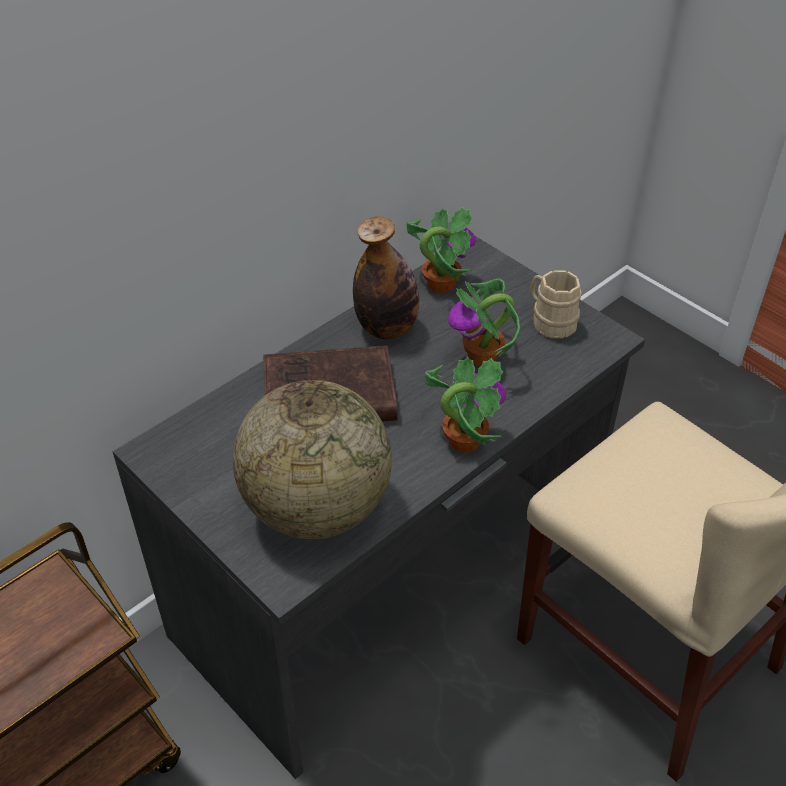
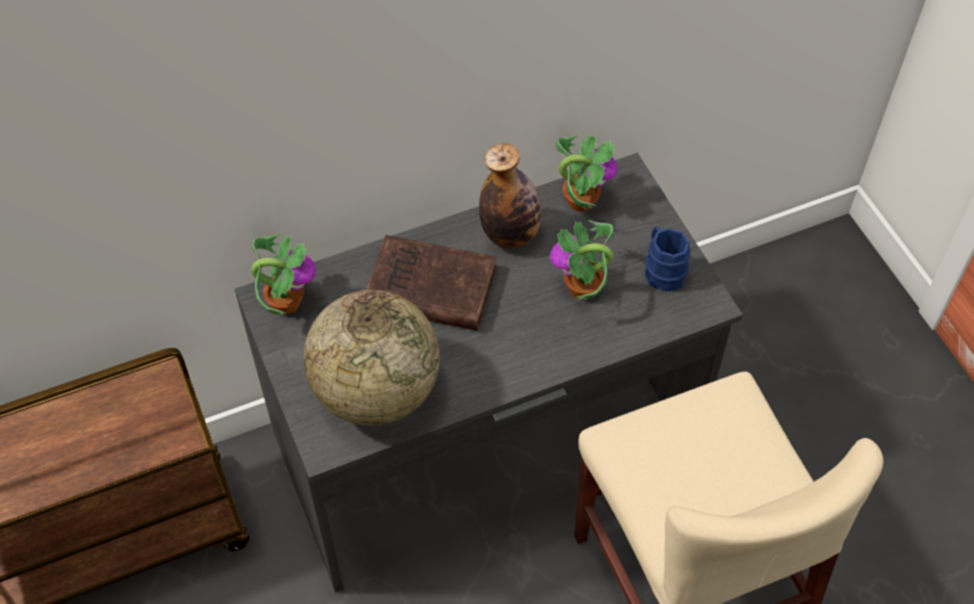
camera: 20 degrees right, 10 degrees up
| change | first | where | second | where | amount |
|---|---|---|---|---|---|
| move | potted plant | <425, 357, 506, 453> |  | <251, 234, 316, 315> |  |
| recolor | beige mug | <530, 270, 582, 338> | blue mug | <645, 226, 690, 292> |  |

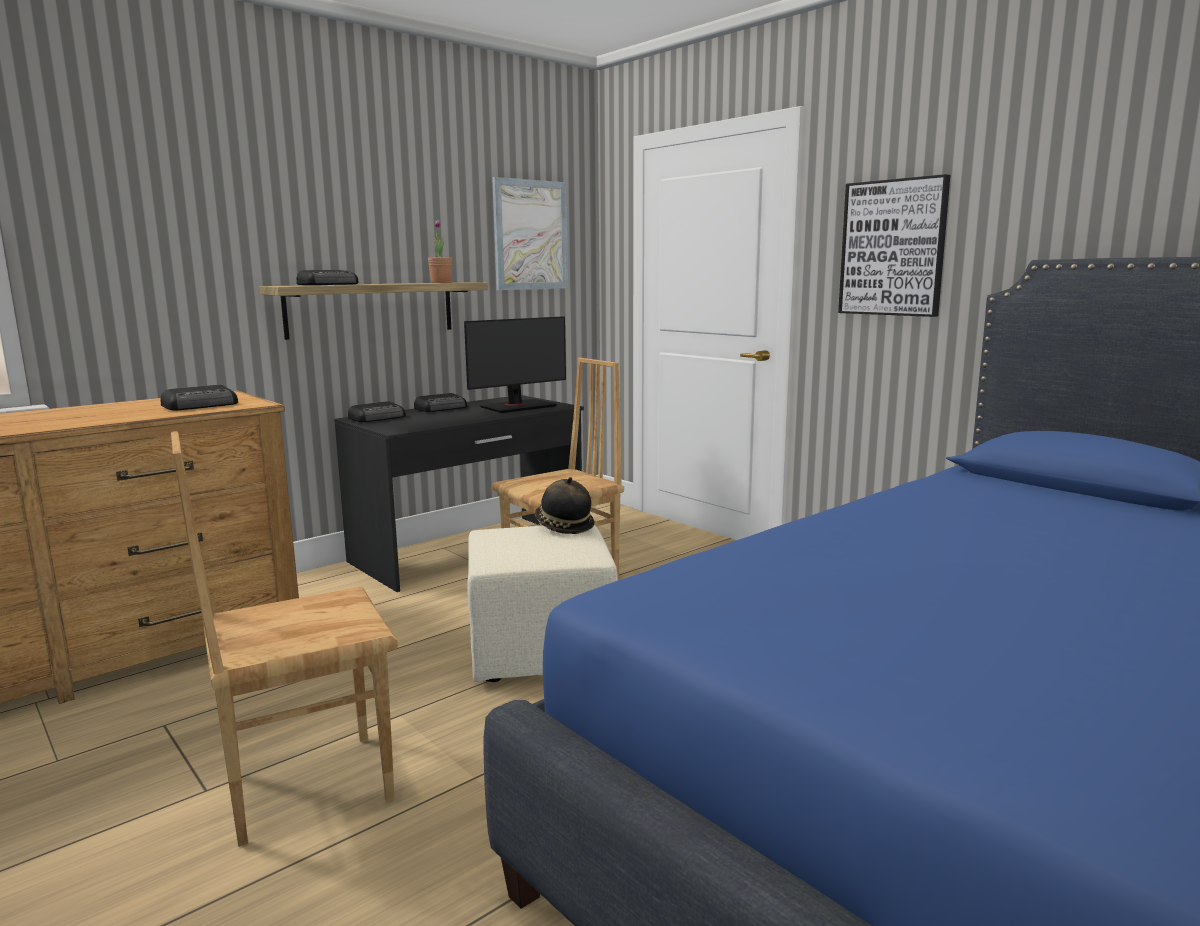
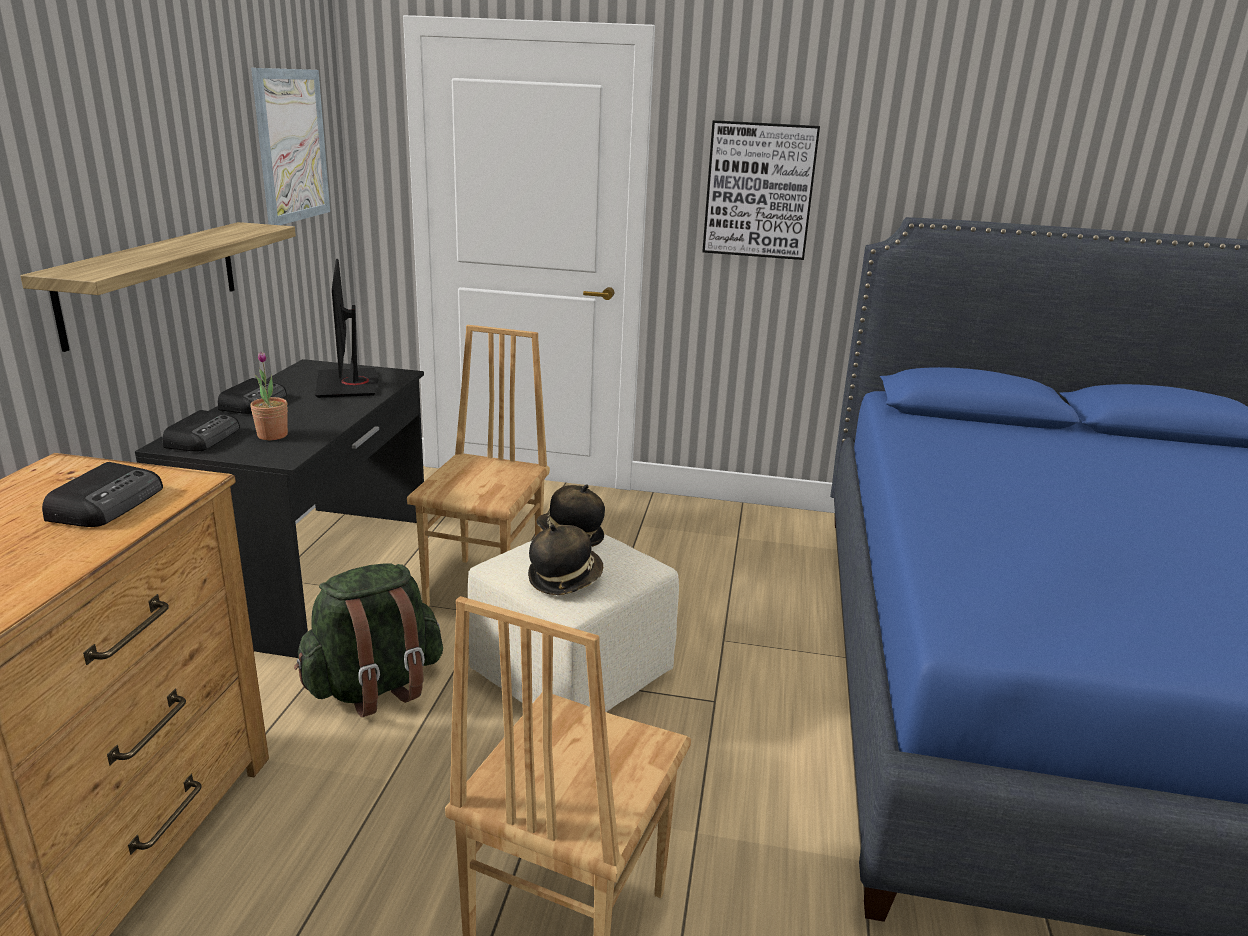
camera: 40 degrees left, 10 degrees up
| change | first | where | second | where | amount |
|---|---|---|---|---|---|
| move | potted plant | <428, 220, 452, 283> |  | <250, 351, 288, 440> |  |
| insert |  |  | green backpack | <294, 563, 443, 717> |  |
| rotate | monitor | <464, 316, 566, 413> |  | <315, 259, 379, 398> | 150 degrees clockwise |
| insert |  |  | hat | <528, 524, 603, 595> |  |
| delete | radio | <296, 270, 359, 285> |  |  |  |

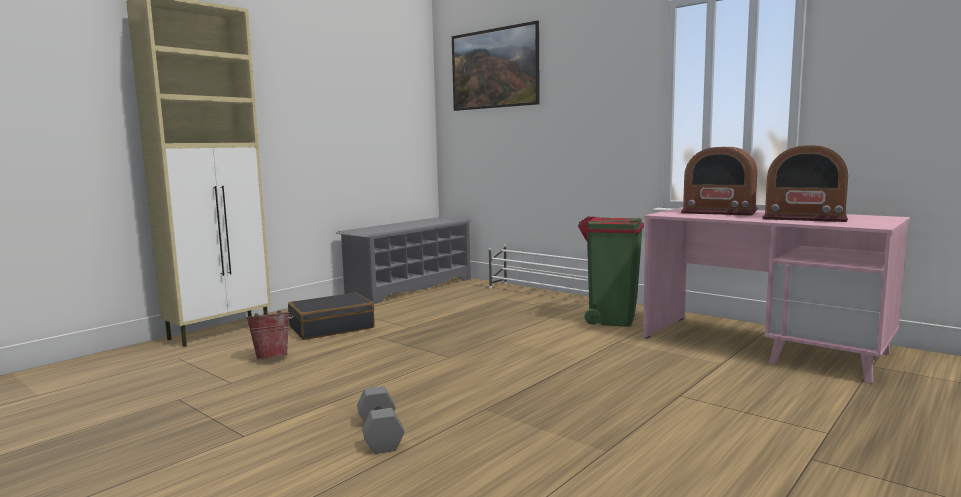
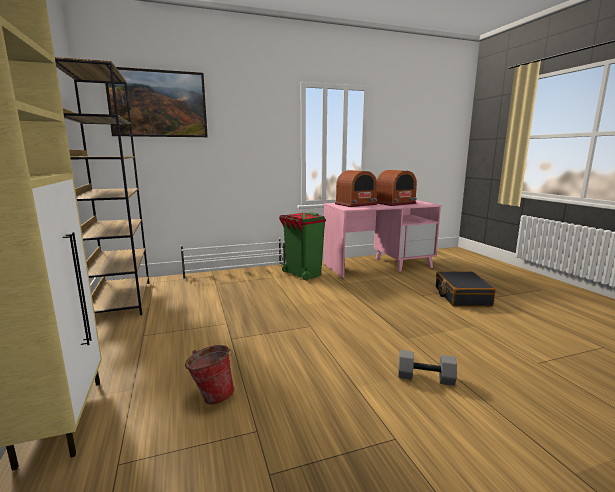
camera: 60 degrees left, 5 degrees up
| change | first | where | second | where | amount |
|---|---|---|---|---|---|
| replace | grey shoe rack | <336, 217, 471, 304> | brown bookcase | <55, 57, 149, 315> |  |
| move | black suitcase | <288, 292, 375, 340> |  | <436, 271, 496, 307> |  |

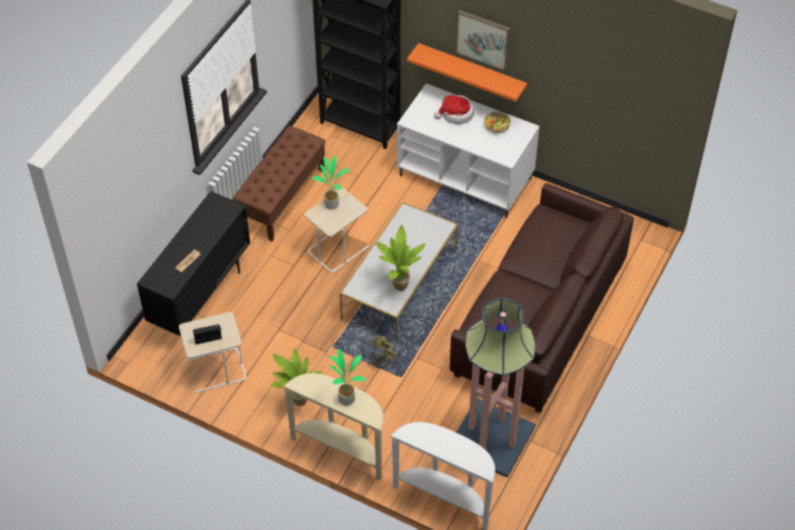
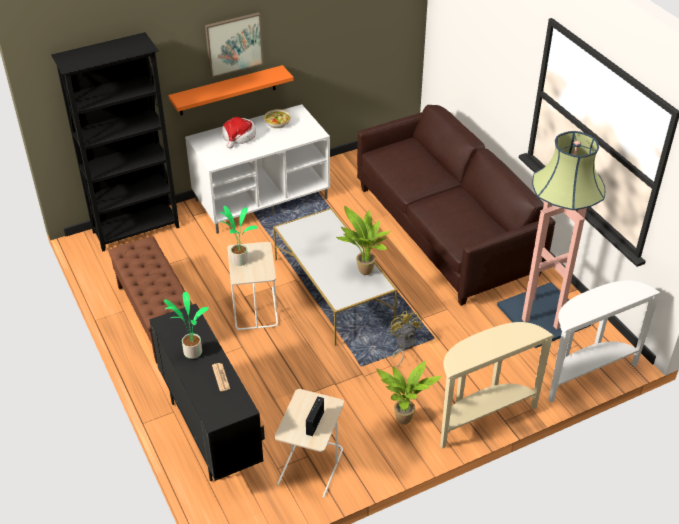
camera: 55 degrees left, 10 degrees down
| change | first | where | second | where | amount |
|---|---|---|---|---|---|
| move | potted plant | <329, 349, 366, 406> |  | <164, 292, 209, 359> |  |

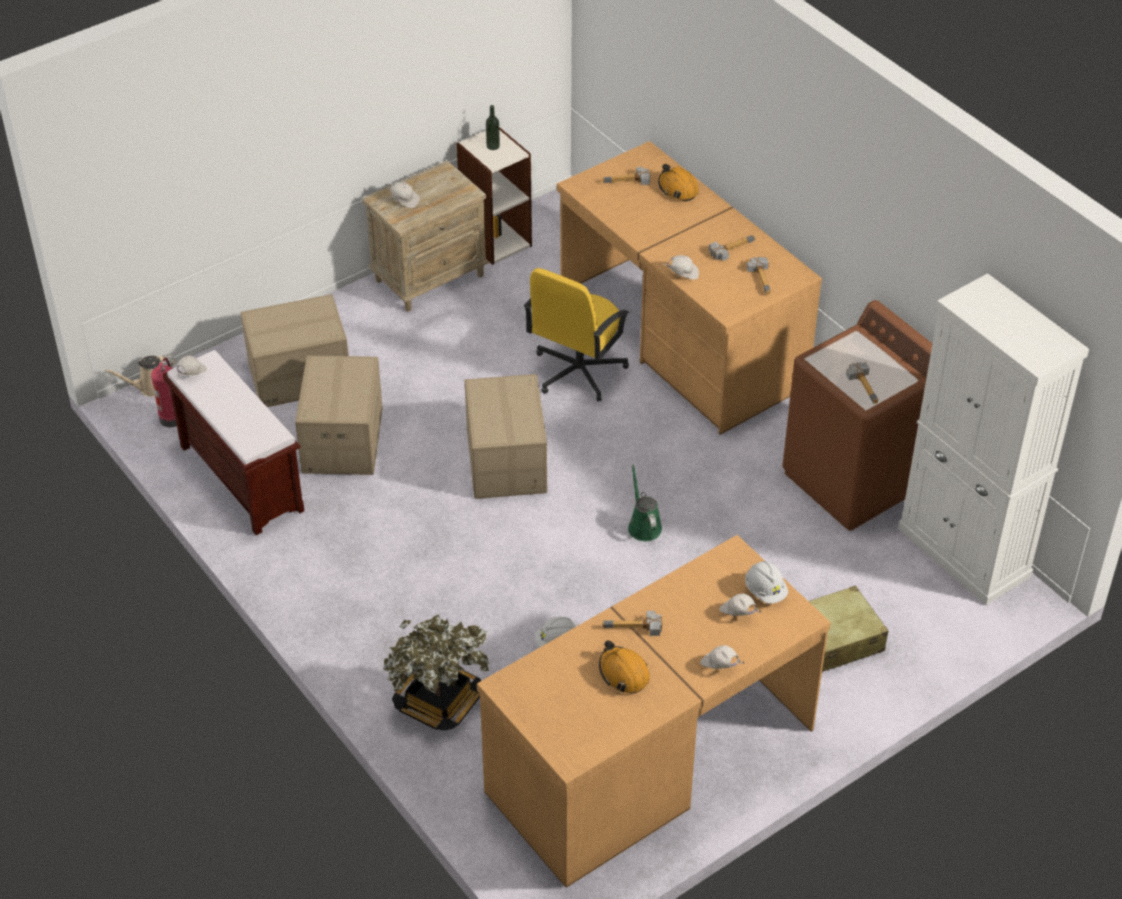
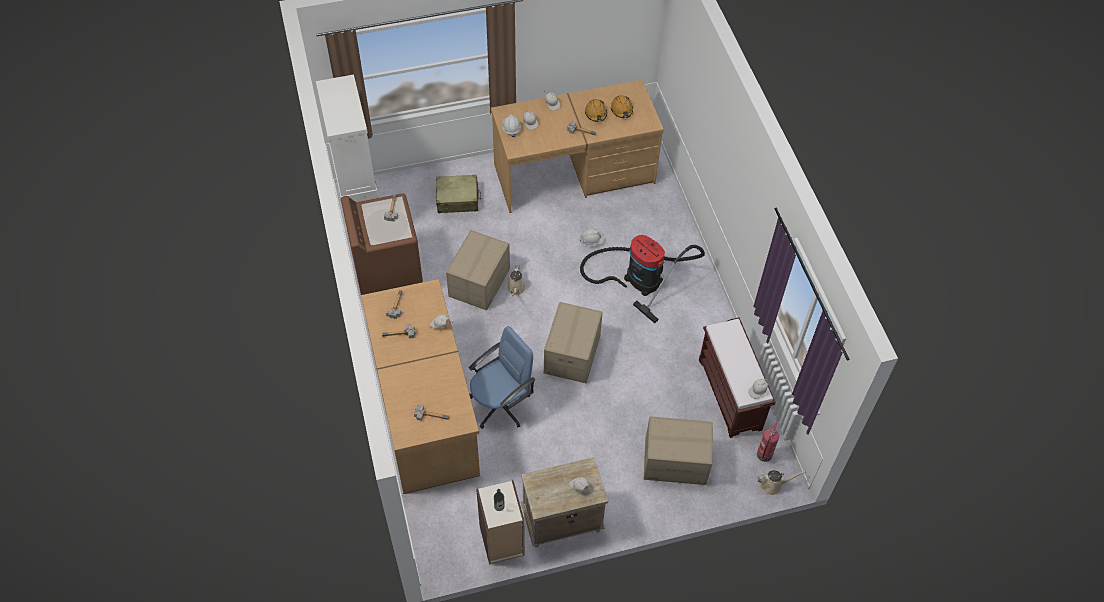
camera: 160 degrees left, 10 degrees up
| change | first | where | second | where | amount |
|---|---|---|---|---|---|
| move | cardboard box | <295, 355, 382, 475> |  | <446, 230, 510, 310> |  |
| recolor | yellow office chair | <524, 268, 630, 401> | blue office chair | <469, 326, 535, 429> |  |
| recolor | green watering can | <628, 465, 662, 541> | beige watering can | <507, 265, 526, 296> |  |
| insert |  |  | vacuum cleaner | <580, 235, 705, 323> |  |
| move | orange hard hat | <658, 164, 699, 202> |  | <611, 95, 633, 118> |  |
| delete | potted plant | <383, 614, 489, 731> |  |  |  |

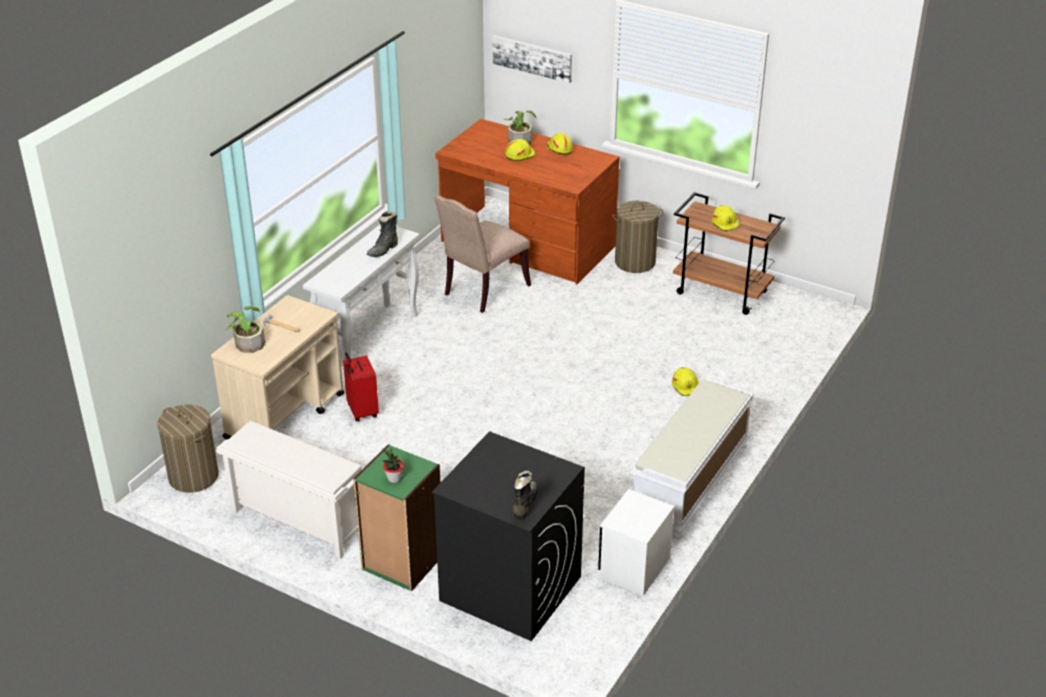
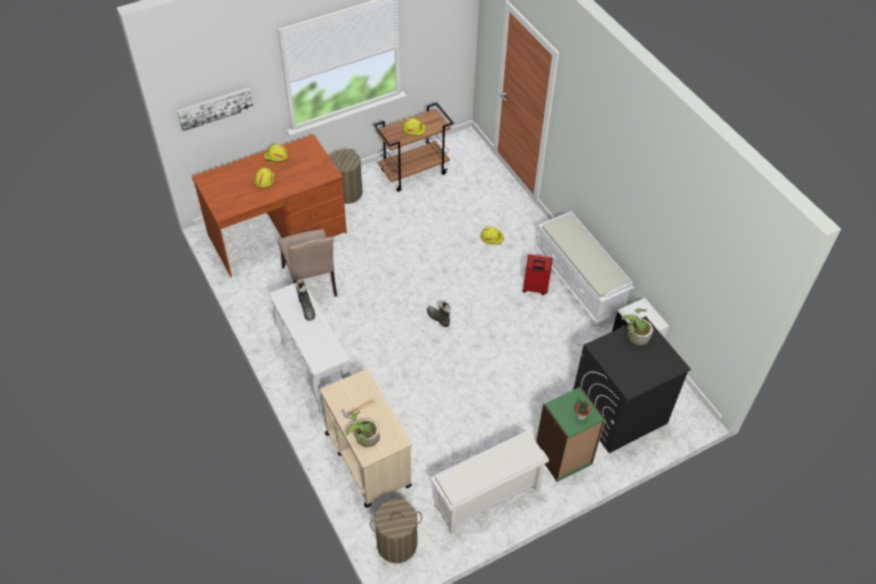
camera: 60 degrees left, 15 degrees up
| change | first | where | second | where | amount |
|---|---|---|---|---|---|
| move | black boot | <513, 471, 538, 520> |  | <427, 301, 451, 327> |  |
| move | red suitcase | <343, 352, 379, 421> |  | <522, 254, 553, 295> |  |
| move | potted plant | <503, 110, 536, 145> |  | <622, 308, 653, 345> |  |

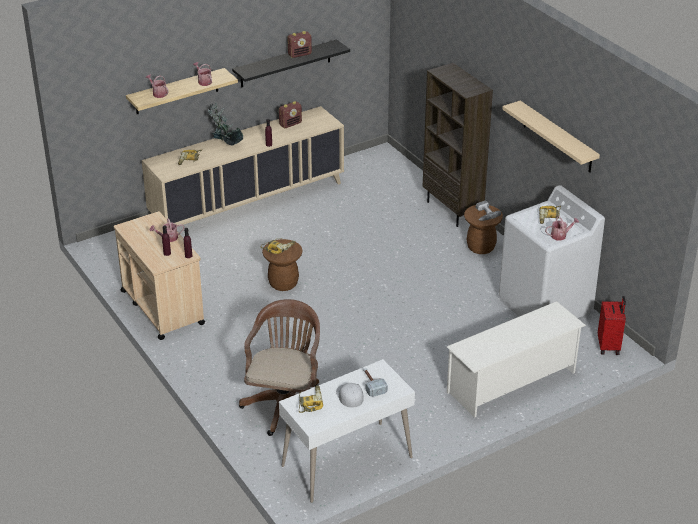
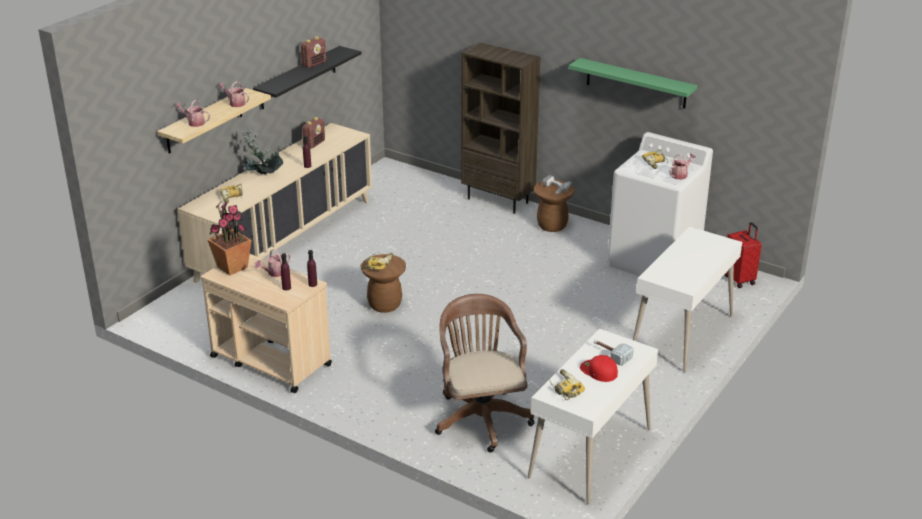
camera: 25 degrees left, 5 degrees down
| change | first | where | second | where | amount |
|---|---|---|---|---|---|
| insert |  |  | potted plant | <207, 201, 252, 275> |  |
| recolor | beige shelf | <502, 100, 600, 173> | green shelf | <569, 58, 697, 109> |  |
| recolor | white cap | <336, 383, 364, 408> | red cap | <580, 355, 618, 382> |  |
| replace | white shoe rack | <447, 301, 586, 418> | white desk | <633, 226, 742, 372> |  |

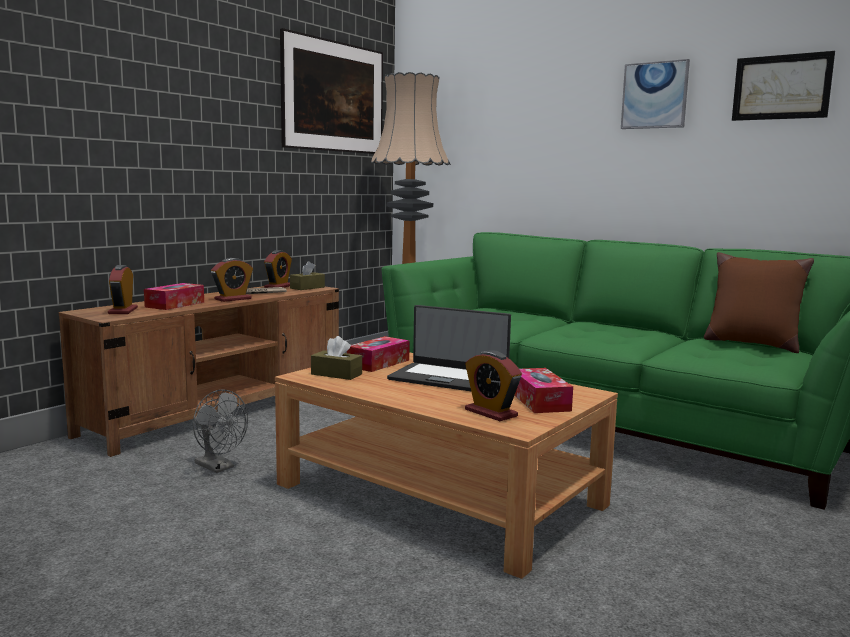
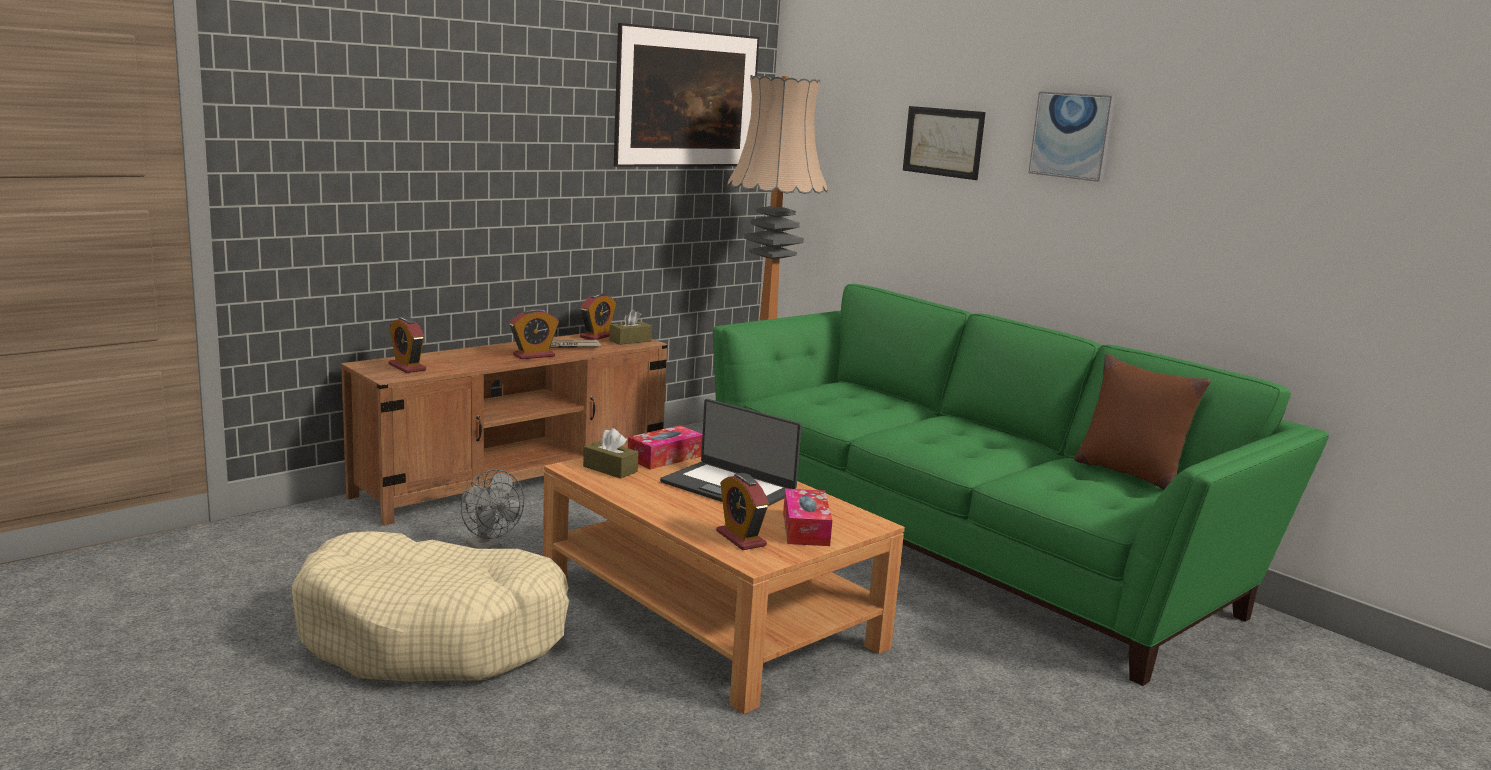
camera: 10 degrees right, 5 degrees up
| change | first | where | second | where | amount |
|---|---|---|---|---|---|
| insert |  |  | beige dog bed | <291, 531, 569, 682> |  |
| rotate | alarm clock | <108, 265, 138, 314> |  | <389, 317, 426, 373> | 45 degrees counterclockwise |
| move | picture | <732, 51, 835, 121> |  | <903, 106, 986, 180> |  |
| delete | tissue box | <144, 283, 204, 310> |  |  |  |

